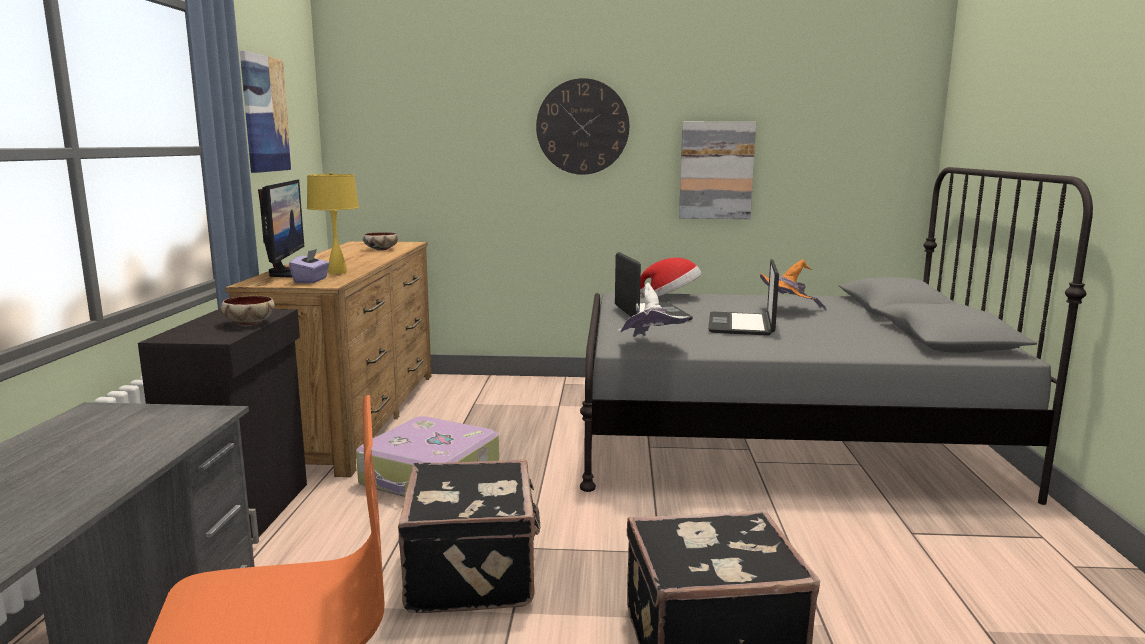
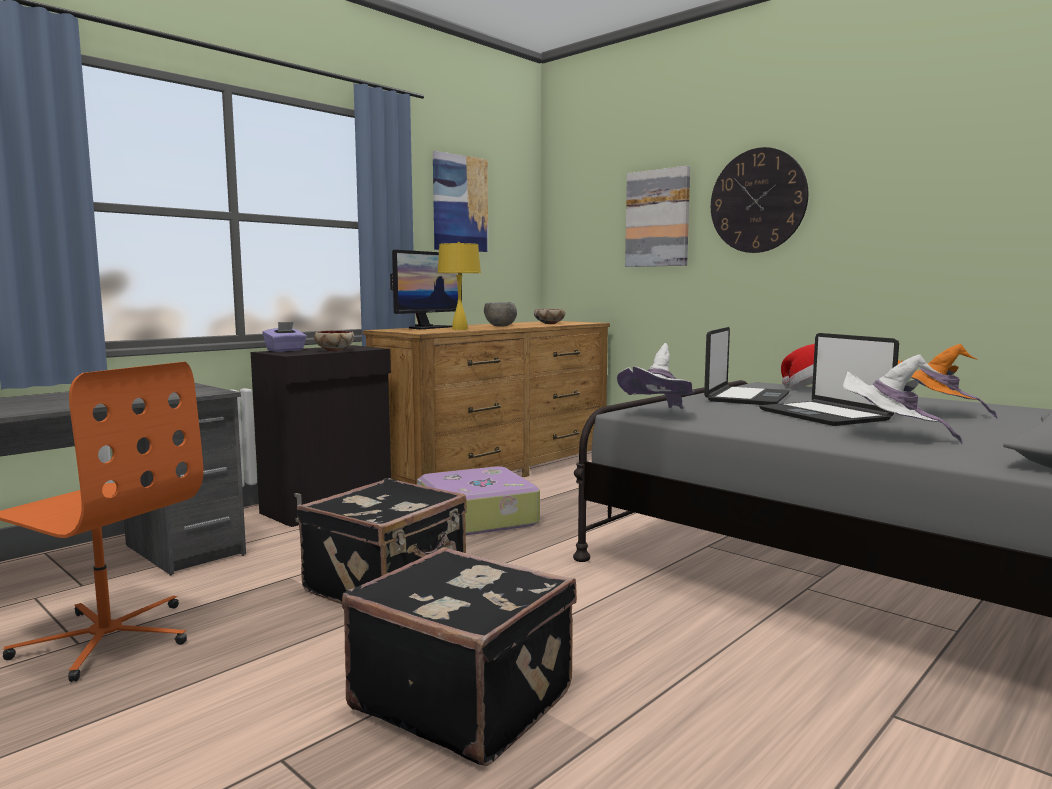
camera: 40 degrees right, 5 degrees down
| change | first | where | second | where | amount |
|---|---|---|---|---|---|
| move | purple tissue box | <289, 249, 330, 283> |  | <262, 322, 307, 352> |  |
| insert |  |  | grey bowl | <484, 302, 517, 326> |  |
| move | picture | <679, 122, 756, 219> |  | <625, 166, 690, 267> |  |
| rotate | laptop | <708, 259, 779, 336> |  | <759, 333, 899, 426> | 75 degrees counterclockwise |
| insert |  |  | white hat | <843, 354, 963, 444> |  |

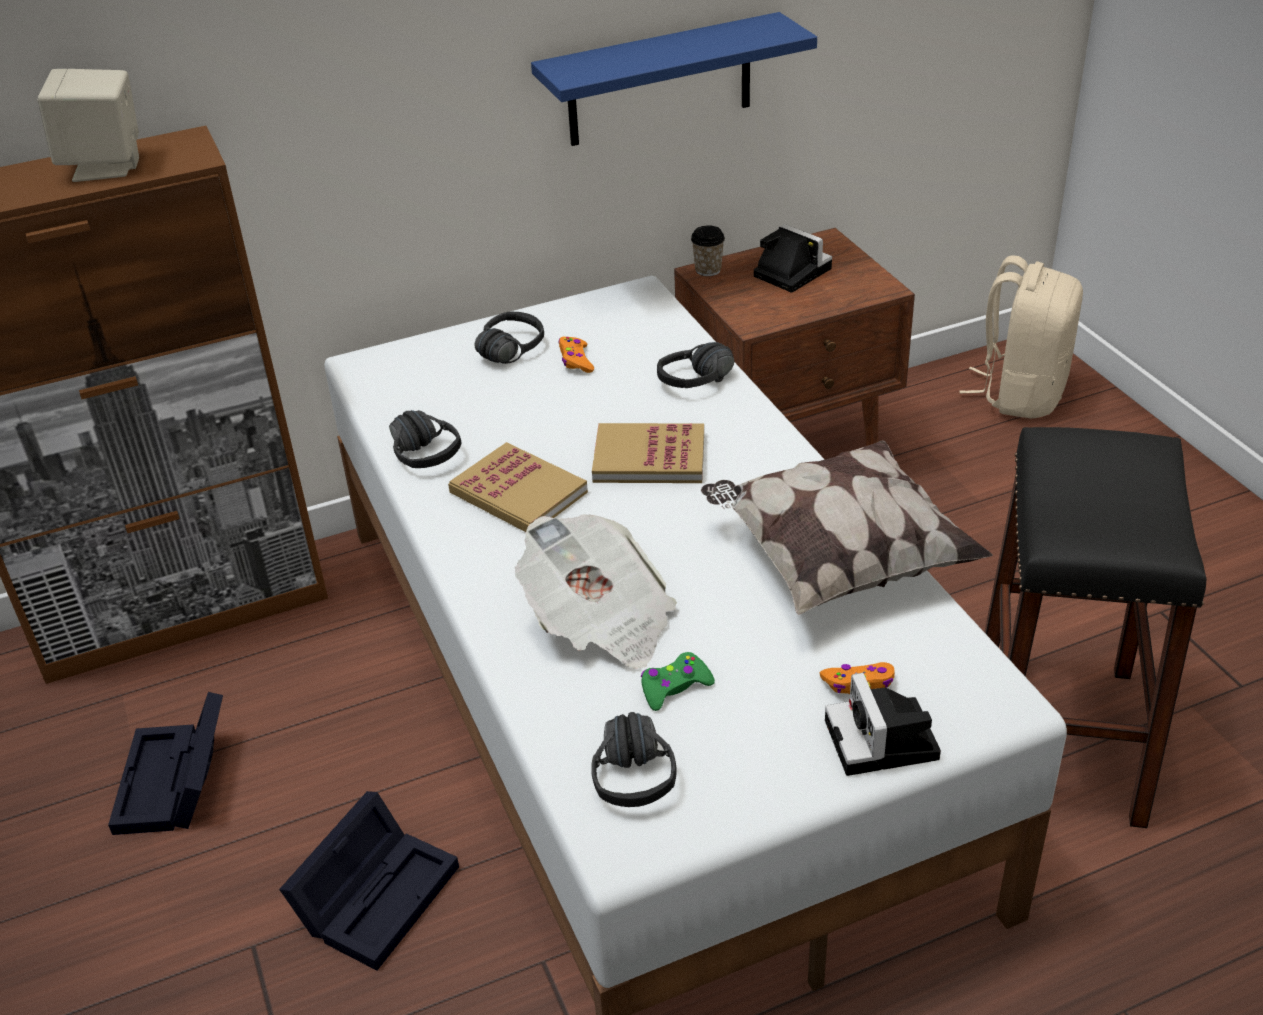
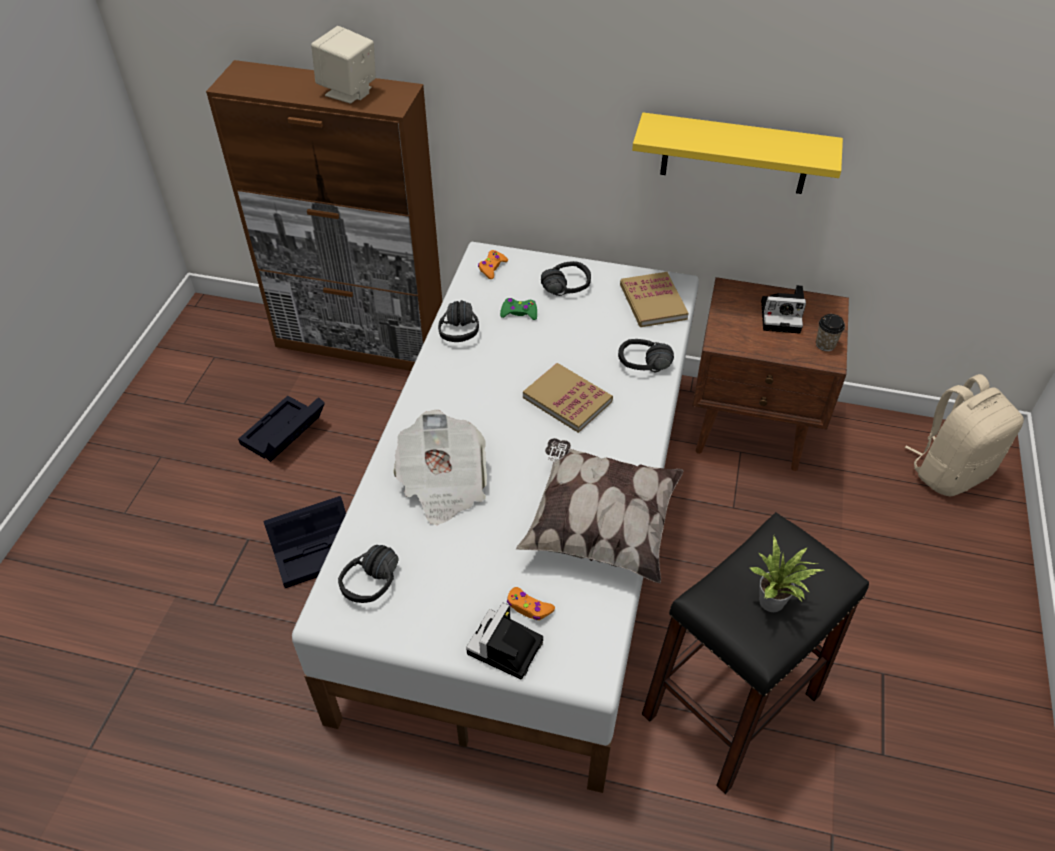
camera: 35 degrees right, 10 degrees up
| change | first | where | second | where | amount |
|---|---|---|---|---|---|
| move | orange game controller | <559, 337, 594, 373> |  | <478, 250, 508, 279> |  |
| move | green game controller | <641, 652, 715, 711> |  | <500, 298, 537, 320> |  |
| move | book | <448, 442, 588, 532> |  | <620, 272, 689, 327> |  |
| recolor | blue shelf | <531, 12, 817, 146> | yellow shelf | <632, 113, 843, 194> |  |
| insert |  |  | potted plant | <750, 536, 823, 612> |  |
| rotate | photo camera | <754, 224, 832, 293> |  | <761, 285, 806, 334> | 105 degrees clockwise |
| move | cup | <691, 225, 725, 276> |  | <816, 314, 845, 351> |  |

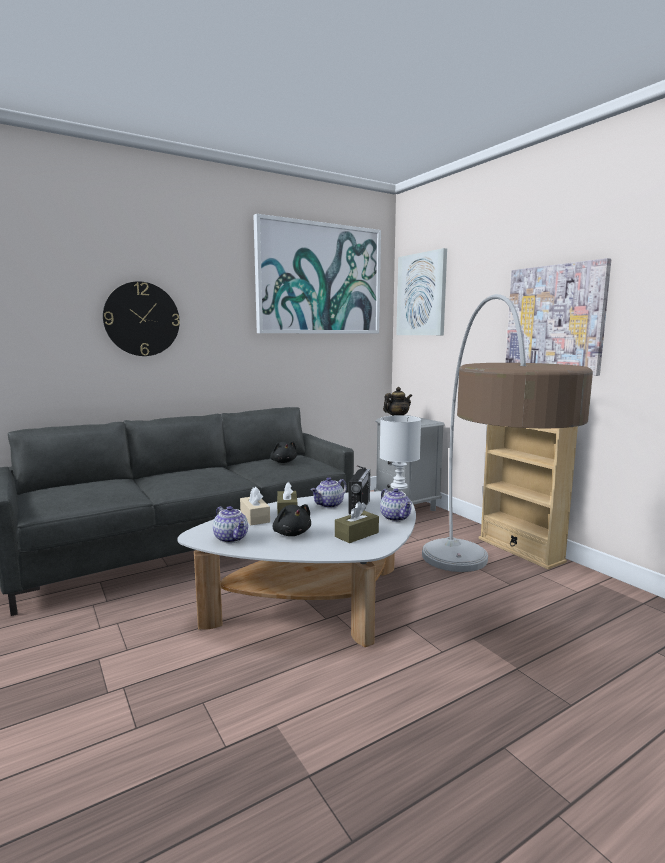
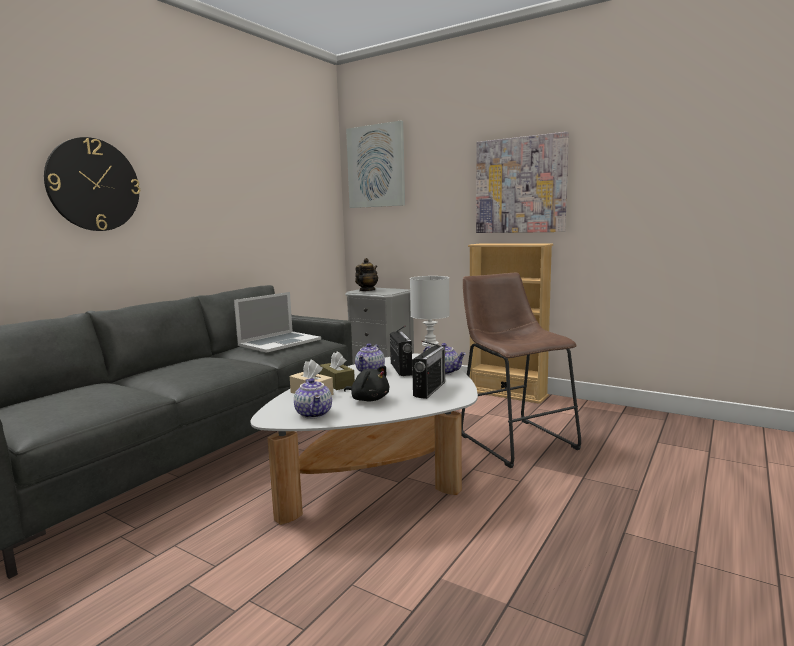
camera: 25 degrees left, 0 degrees up
| change | first | where | second | where | amount |
|---|---|---|---|---|---|
| replace | black plush toy | <270, 441, 297, 463> | laptop | <234, 292, 321, 353> |  |
| rotate | teapot | <213, 506, 248, 543> |  | <294, 378, 332, 419> | 45 degrees clockwise |
| replace | brown tissue box | <335, 502, 379, 543> | radio | <412, 341, 446, 399> |  |
| replace | floor lamp | <422, 294, 593, 572> | brown stool | <461, 273, 581, 468> |  |
| delete | picture | <253, 214, 381, 333> |  |  |  |

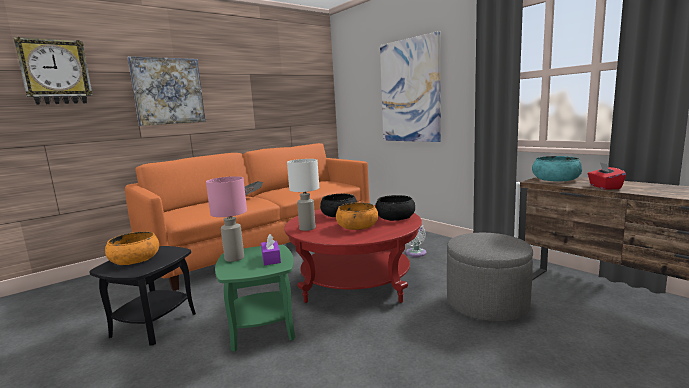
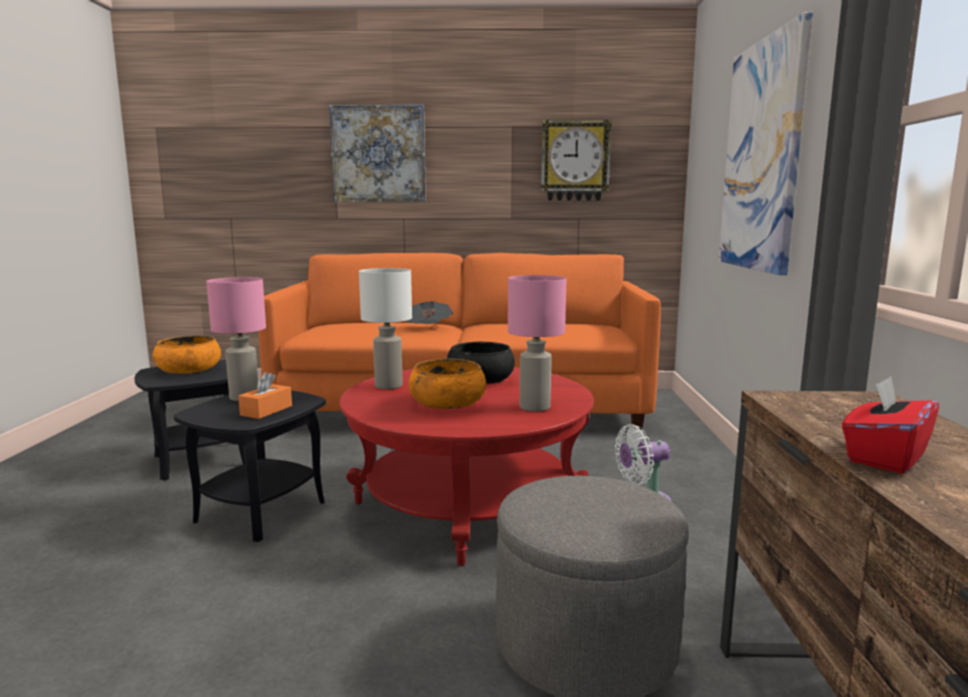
camera: 40 degrees right, 0 degrees up
| change | first | where | second | where | amount |
|---|---|---|---|---|---|
| recolor | green side table | <215, 245, 296, 352> | black side table | <174, 390, 326, 542> |  |
| recolor | purple tissue box | <261, 234, 281, 265> | orange tissue box | <238, 372, 292, 419> |  |
| replace | black bowl | <375, 195, 415, 221> | pink table lamp | <508, 275, 566, 412> |  |
| move | wall clock | <14, 37, 93, 105> |  | <541, 120, 612, 201> |  |
| delete | turquoise bowl | <532, 156, 582, 182> |  |  |  |

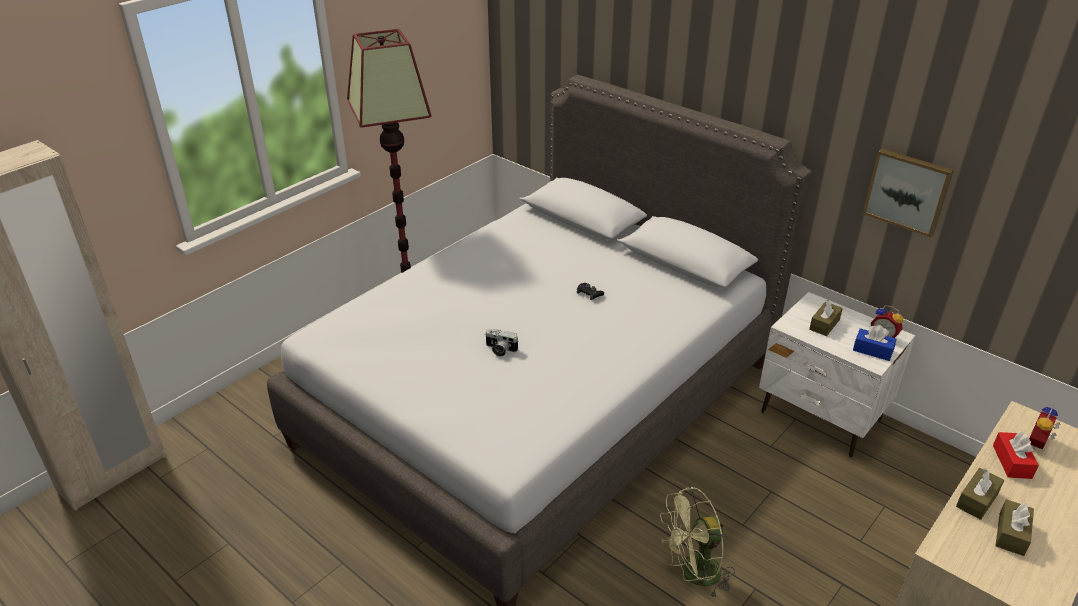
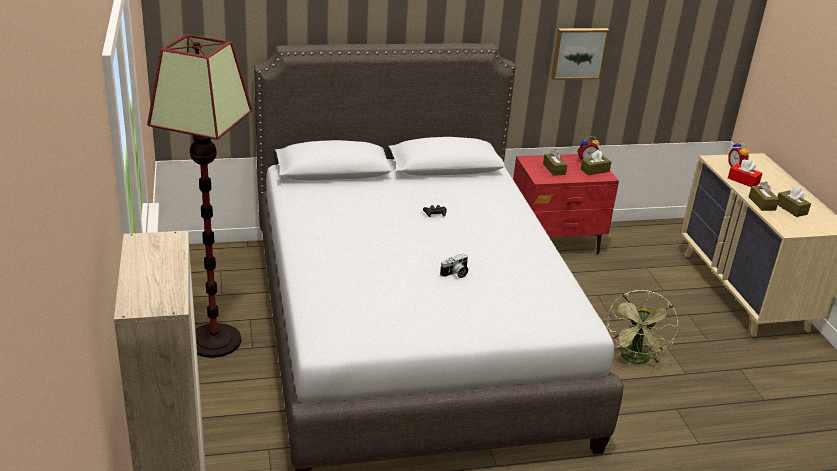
camera: 55 degrees left, 5 degrees down
| change | first | where | second | where | amount |
|---|---|---|---|---|---|
| recolor | white nightstand | <759, 292, 916, 457> | red nightstand | <513, 154, 619, 254> |  |
| recolor | blue tissue box | <853, 325, 896, 361> | brown tissue box | <581, 150, 611, 175> |  |

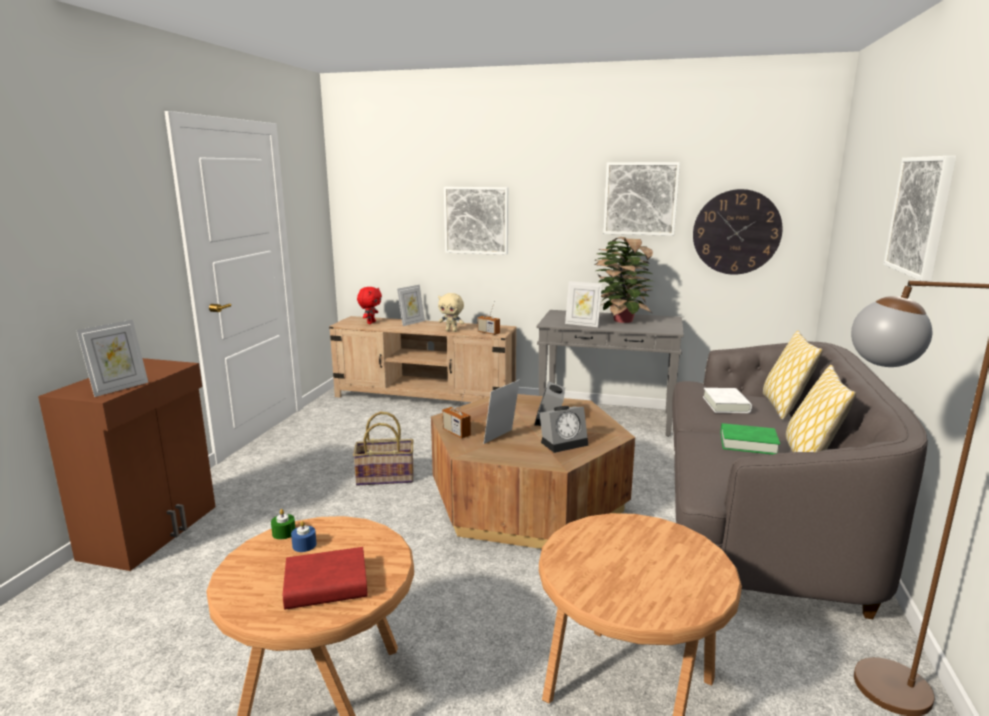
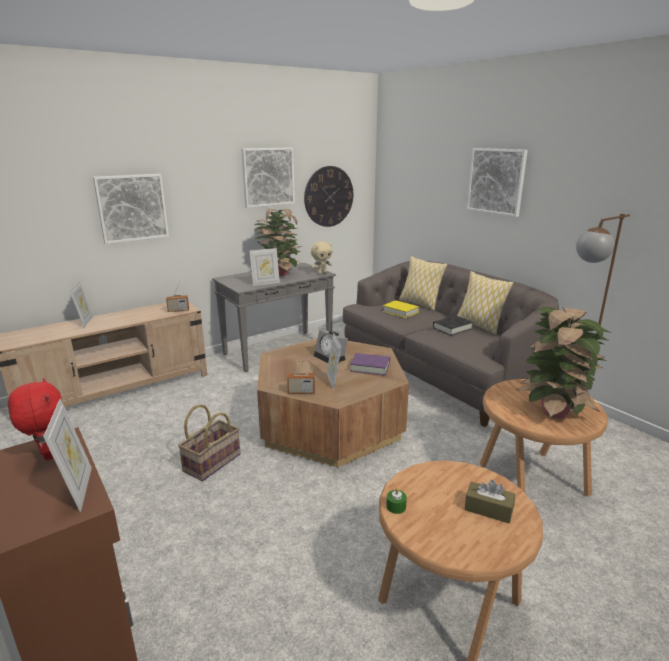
camera: 50 degrees left, 5 degrees up
| change | first | where | second | where | amount |
|---|---|---|---|---|---|
| move | red plush toy | <357, 287, 382, 324> |  | <8, 378, 62, 460> |  |
| move | beige plush toy | <438, 293, 464, 332> |  | <311, 241, 332, 274> |  |
| replace | alarm clock | <539, 406, 588, 453> | purple book | <350, 353, 390, 376> |  |
| recolor | white book | <703, 388, 752, 413> | yellow book | <383, 300, 419, 318> |  |
| recolor | green book | <720, 423, 780, 455> | black book | <433, 316, 473, 336> |  |
| replace | red book | <283, 547, 368, 610> | brown tissue box | <464, 480, 515, 524> |  |
| insert |  |  | potted plant | <516, 307, 611, 419> |  |
| delete | blue candle | <291, 521, 317, 552> |  |  |  |

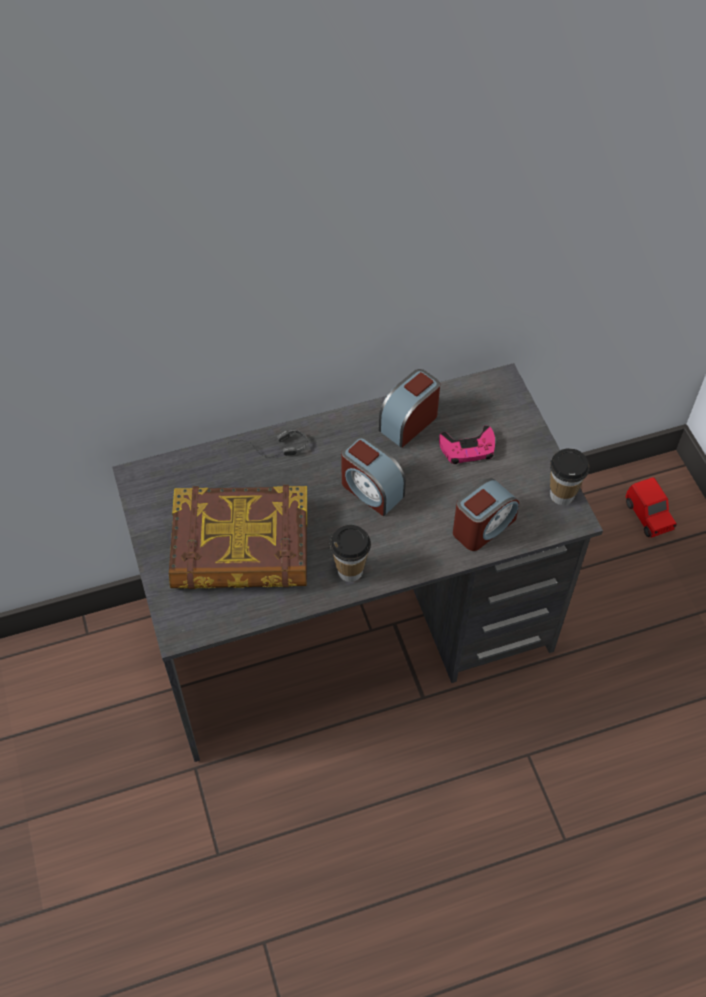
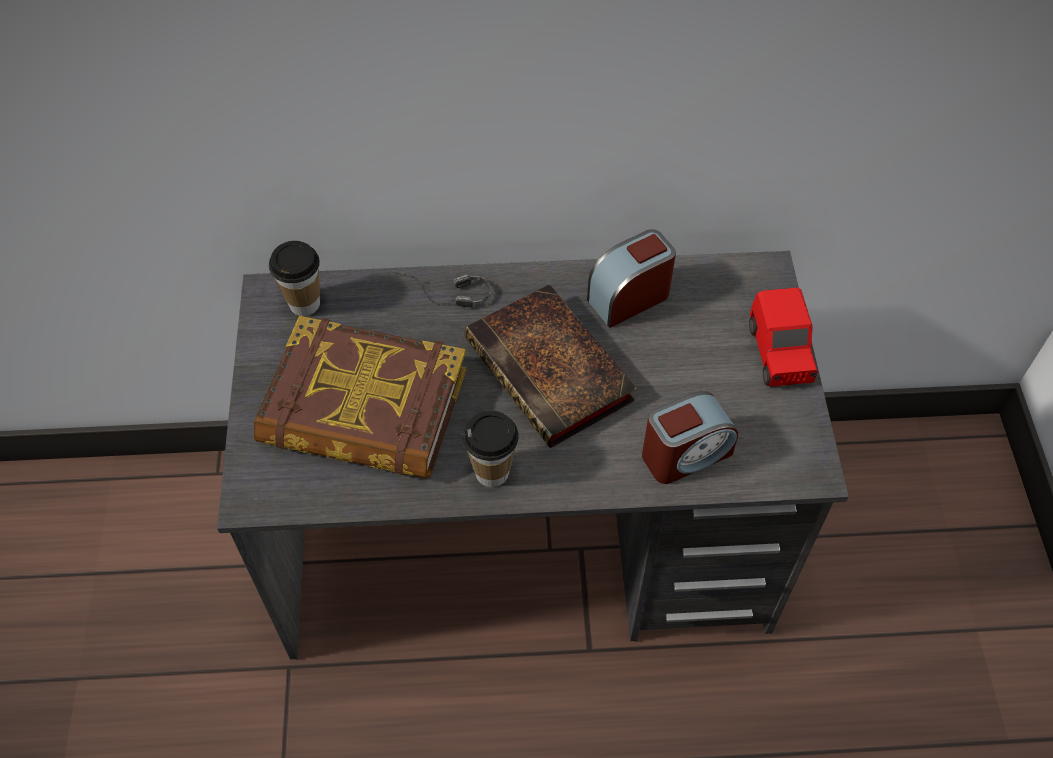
camera: 15 degrees right, 0 degrees up
| change | first | where | second | where | amount |
|---|---|---|---|---|---|
| move | cup | <550, 448, 589, 505> |  | <269, 241, 320, 316> |  |
| replace | alarm clock | <341, 436, 406, 516> | book | <465, 284, 637, 448> |  |
| move | red toy car | <625, 477, 677, 538> |  | <749, 288, 818, 387> |  |
| delete | pink game controller | <439, 426, 495, 464> |  |  |  |

